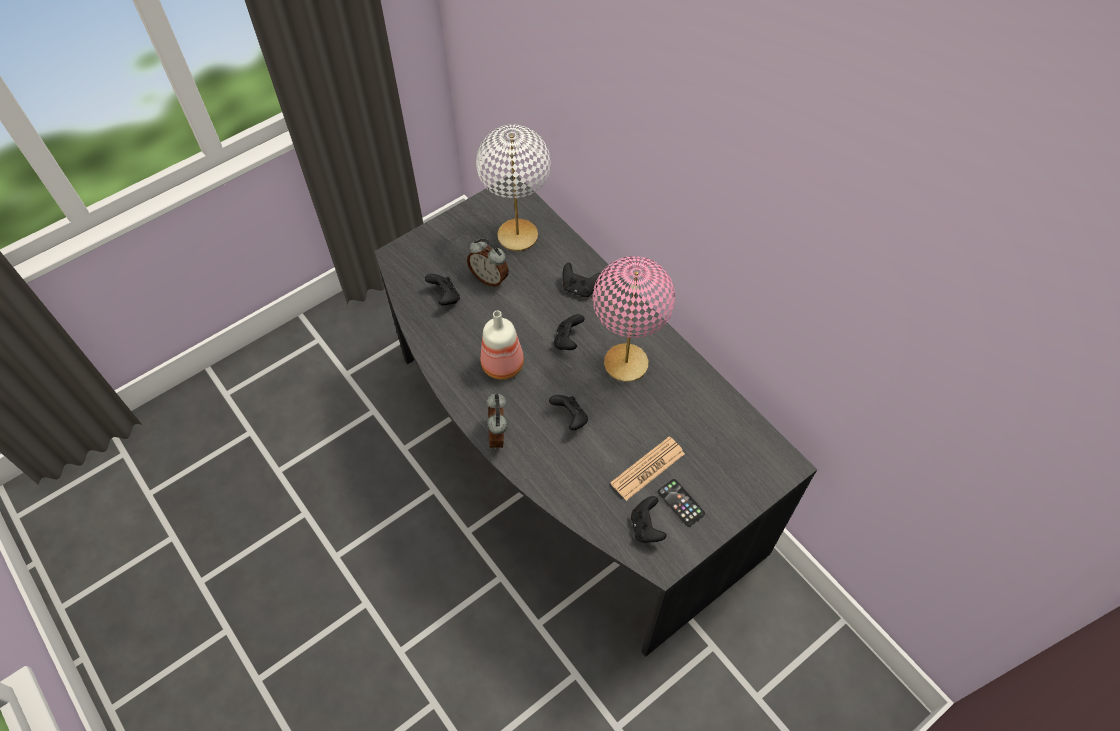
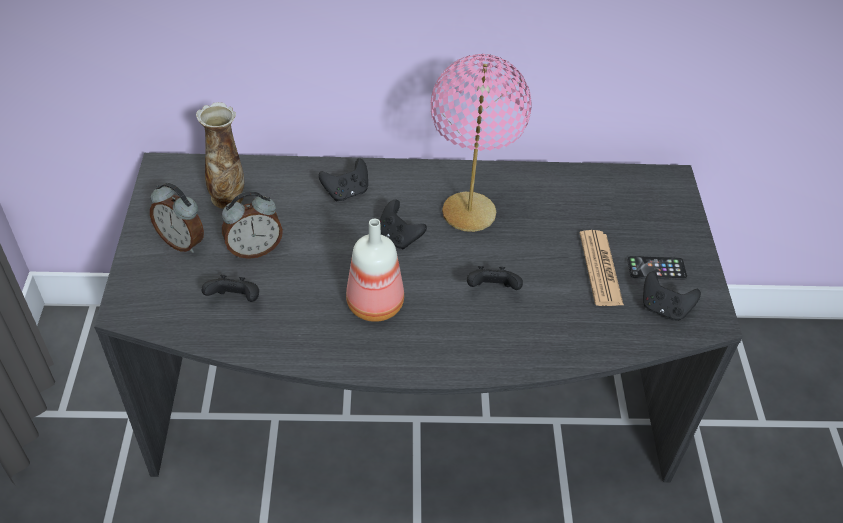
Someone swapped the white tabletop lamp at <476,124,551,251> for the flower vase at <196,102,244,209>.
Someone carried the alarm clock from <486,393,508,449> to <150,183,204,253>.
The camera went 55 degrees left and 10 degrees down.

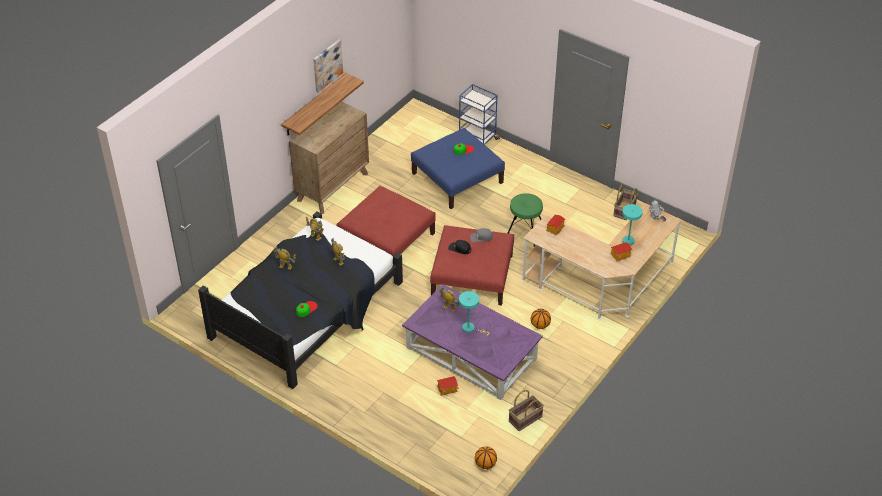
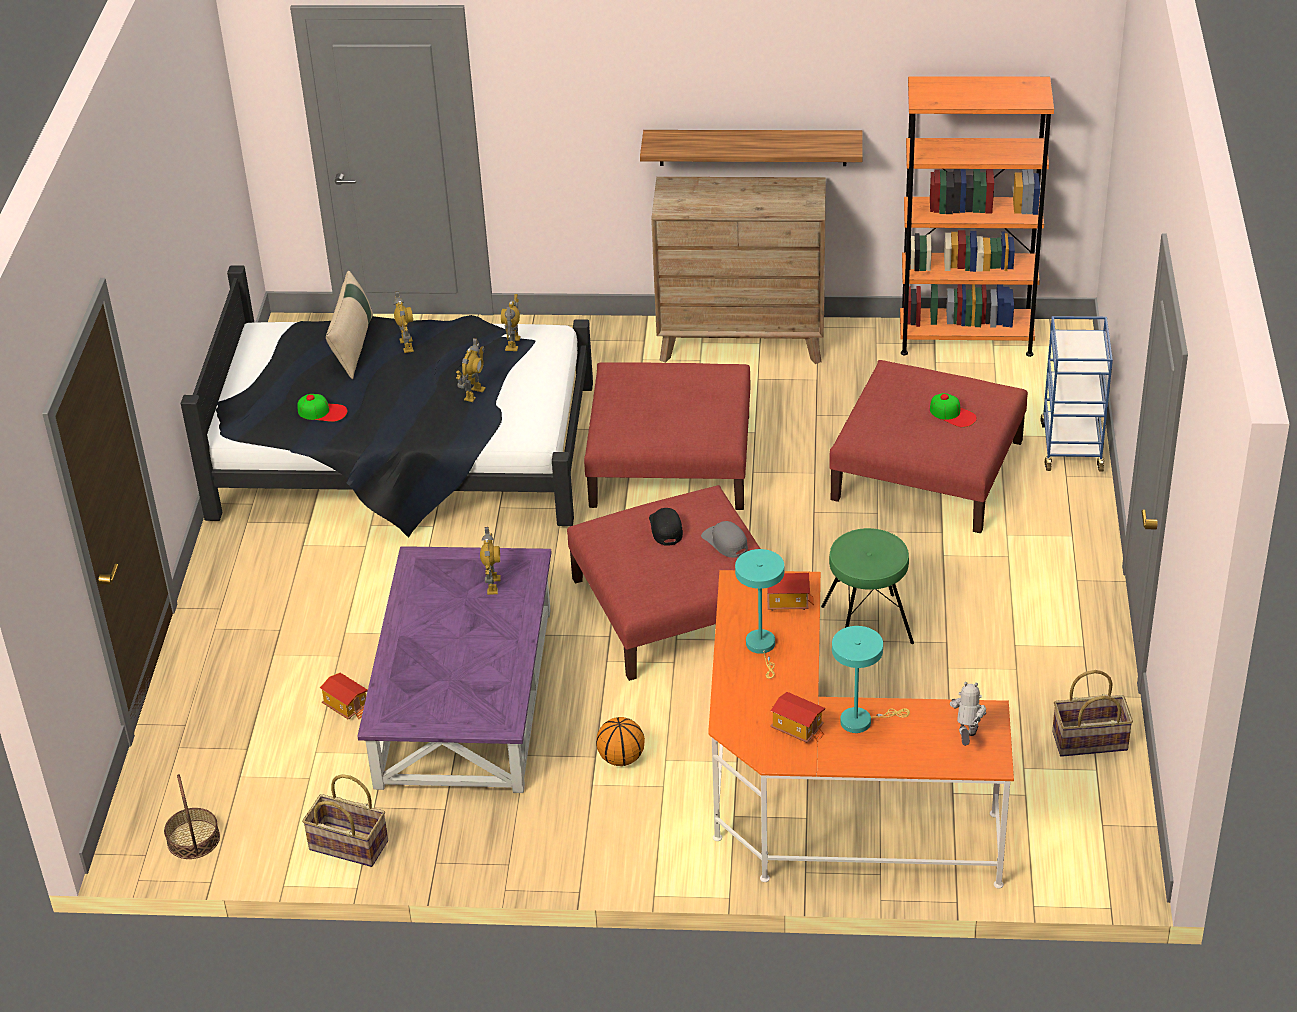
Someone took away the wall picture at <313,39,343,92>.
Someone repainted the bluish ottoman at <411,128,505,209>, which became the red ottoman at <829,360,1028,533>.
Someone repainted the sand-coloured desk table at <522,203,682,320>, which became the orange-coloured desk table at <708,570,1014,888>.
Someone carried the turquoise tabletop lamp from <459,291,489,335> to <735,549,784,679>.
Someone swapped the basketball ball at <475,446,497,469> for the household basket at <164,774,220,859>.
Someone put down the orange-coloured bookcase at <900,77,1054,357>.
Someone put down the sand-coloured throw pillow at <326,271,373,379>.
The camera went 60 degrees right and 5 degrees down.

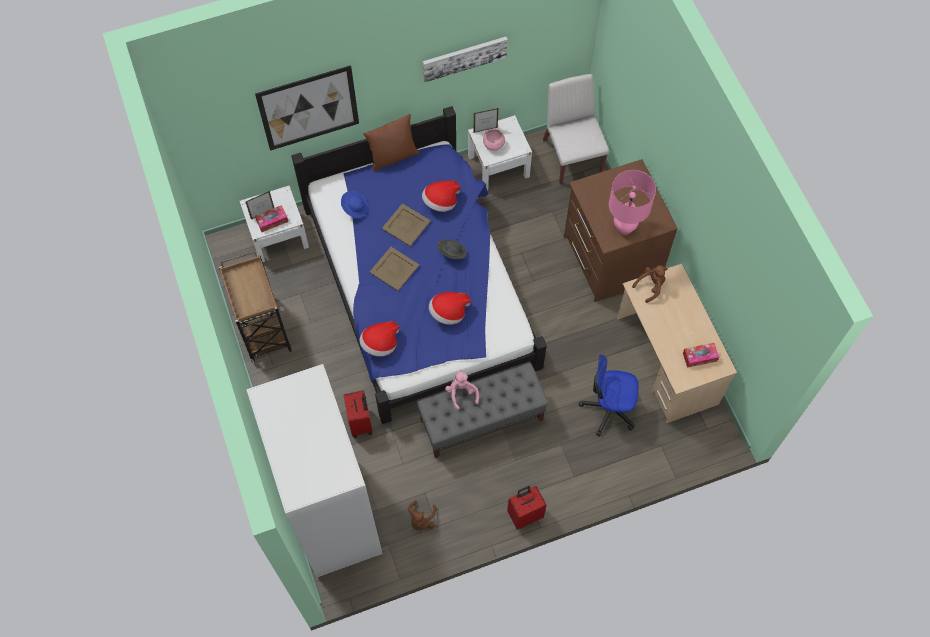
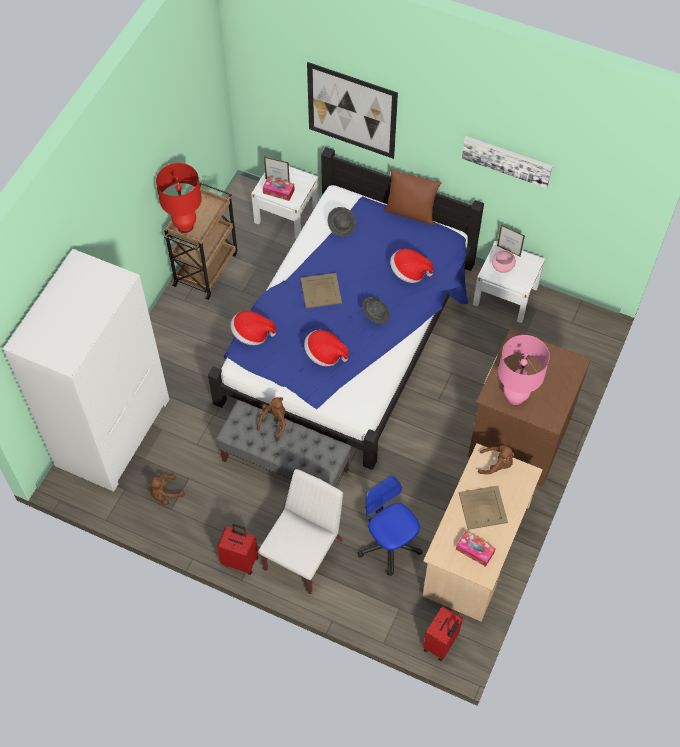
Someone carried the white chair from <543,74,609,184> to <259,469,343,594>.
Someone repainted the bluish clothing hat at <341,191,368,218>, which became the grey clothing hat at <328,207,356,237>.
Someone carried the sand-coloured serving tray from <382,203,431,246> to <459,486,508,530>.
Someone repainted the pinkish cuddly toy at <445,369,479,411>, which became the brown-coloured cuddly toy at <257,397,286,439>.
Someone carried the red travel case from <343,391,372,438> to <423,606,463,661>.
Someone put down the red tabletop lamp at <156,163,202,233>.
The camera went 45 degrees right and 5 degrees down.

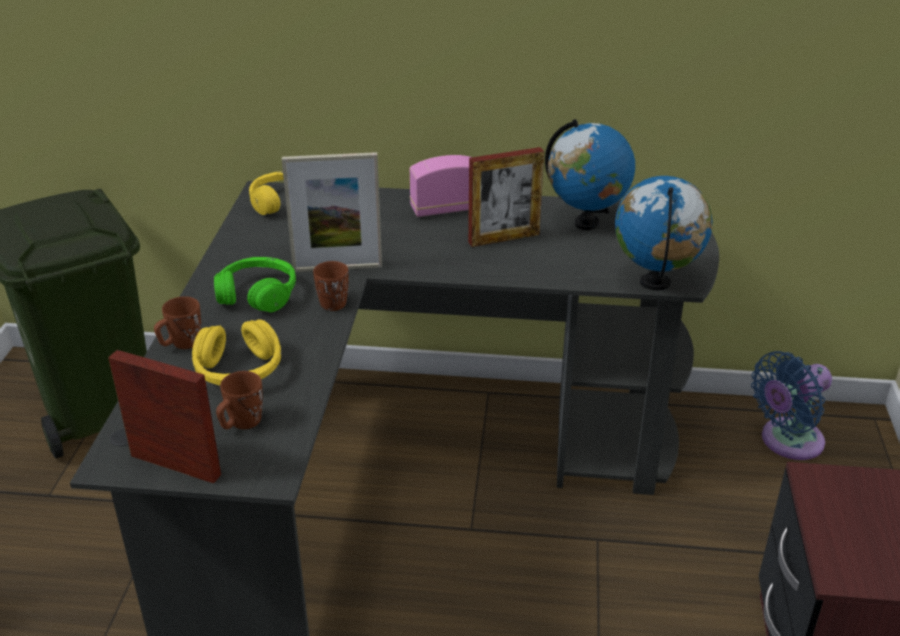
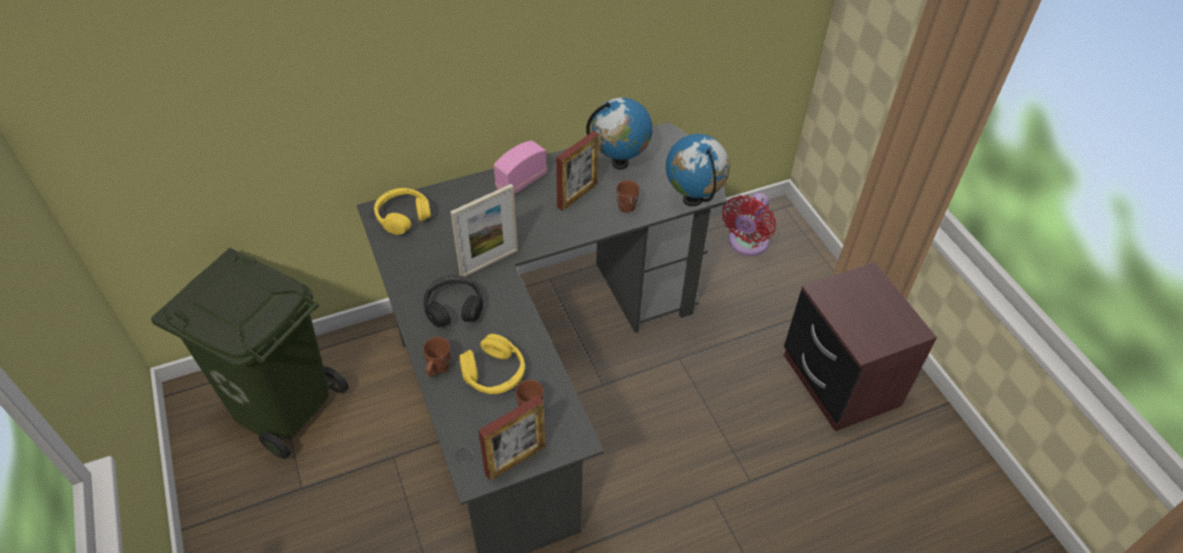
Someone repainted the greenish headset at <214,257,296,312>, which became the black headset at <424,276,483,327>.
Someone carried the brown-coloured tea mug from <313,261,349,311> to <617,180,639,213>.
Someone rotated the standing frame at <108,350,221,483> by 150 degrees clockwise.
Someone repainted the bluish fan at <751,351,832,460>, which became the red fan at <722,193,776,256>.
The camera went 30 degrees left and 15 degrees up.

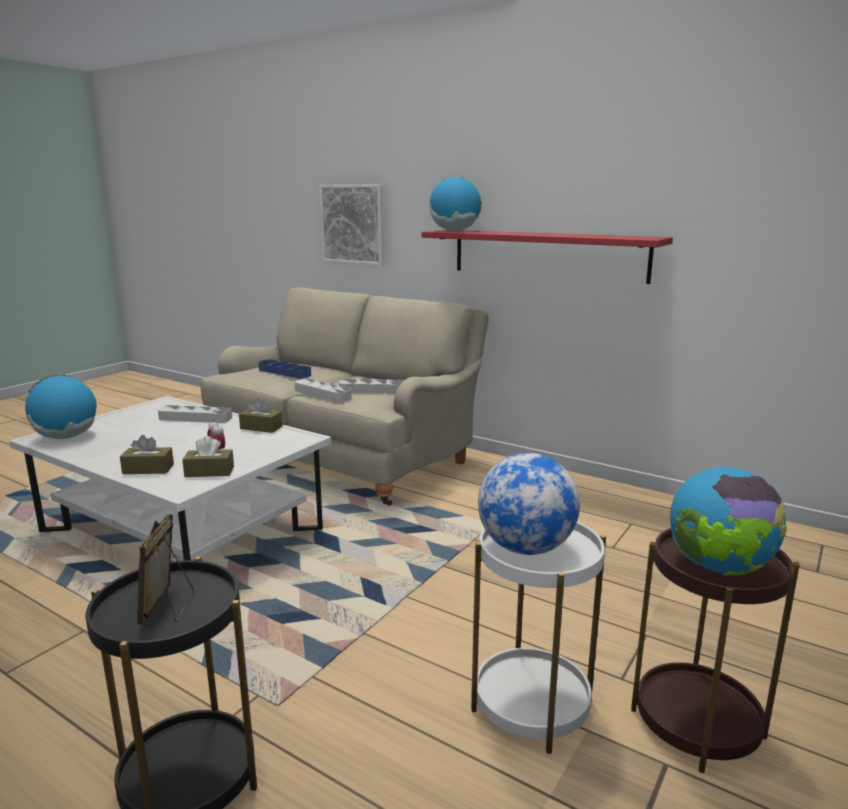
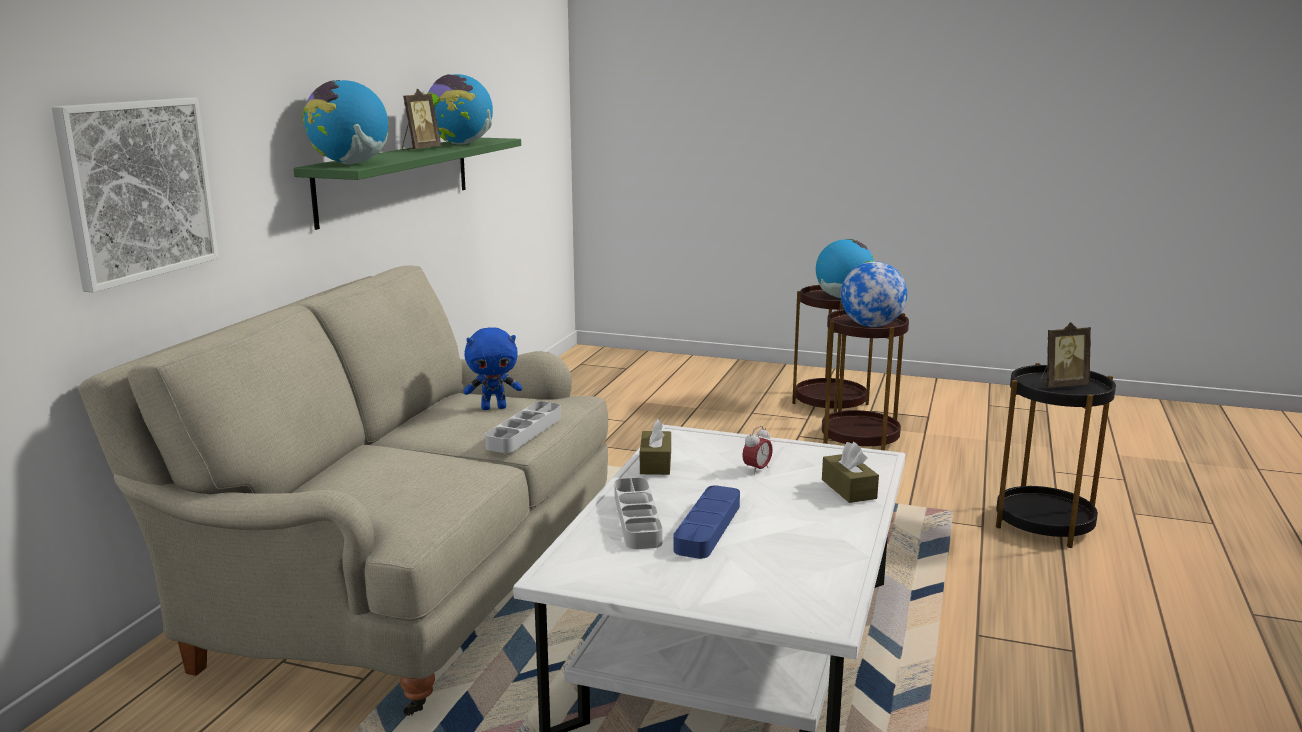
Someone repainted the red bracket shelf at <422,230,673,284>, which became the greenish bracket shelf at <293,138,521,230>.
Someone carried the bluish serving tray from <258,359,311,379> to <673,485,740,559>.
Someone carried the world globe from <25,375,97,439> to <427,74,493,145>.
Someone swapped the grey serving tray at <339,379,404,393> for the bluish cuddly toy at <464,327,522,410>.
Someone took away the brown-coloured box of tissues at <182,436,234,477>.
Someone repainted the white accent table at <471,521,606,754>, which became the brown-coloured accent table at <822,309,909,451>.
Someone put down the standing frame at <402,88,441,150>.
The camera went 105 degrees left and 0 degrees up.

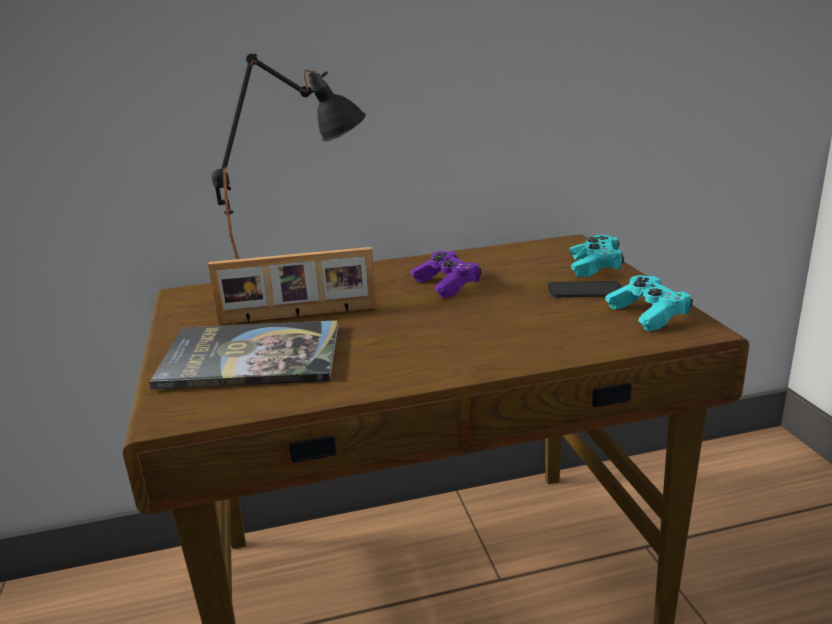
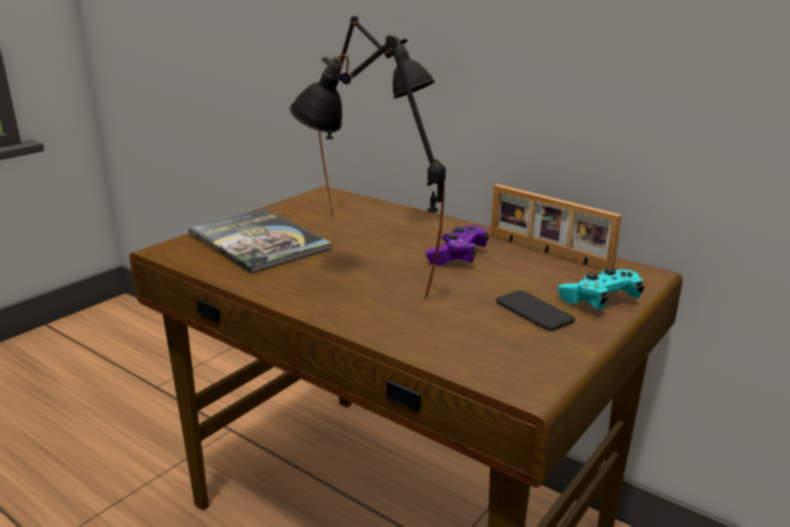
Someone carried the standing frame from <208,247,377,324> to <491,184,622,270>.
Someone took away the turquoise gamepad at <605,275,693,331>.
Someone put down the black tabletop lamp at <290,36,446,298>.
The camera went 50 degrees right and 0 degrees up.

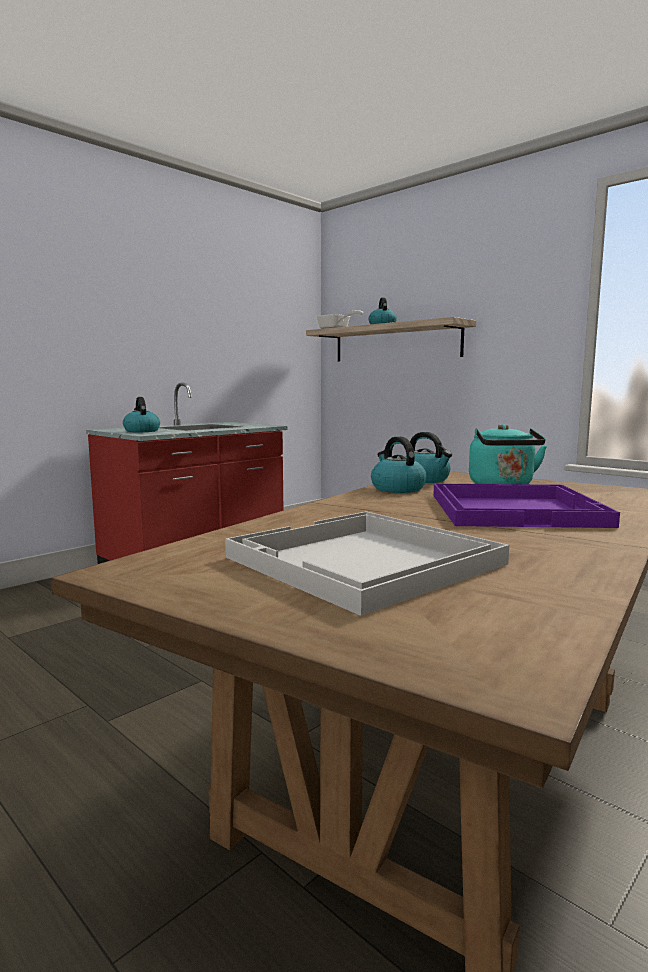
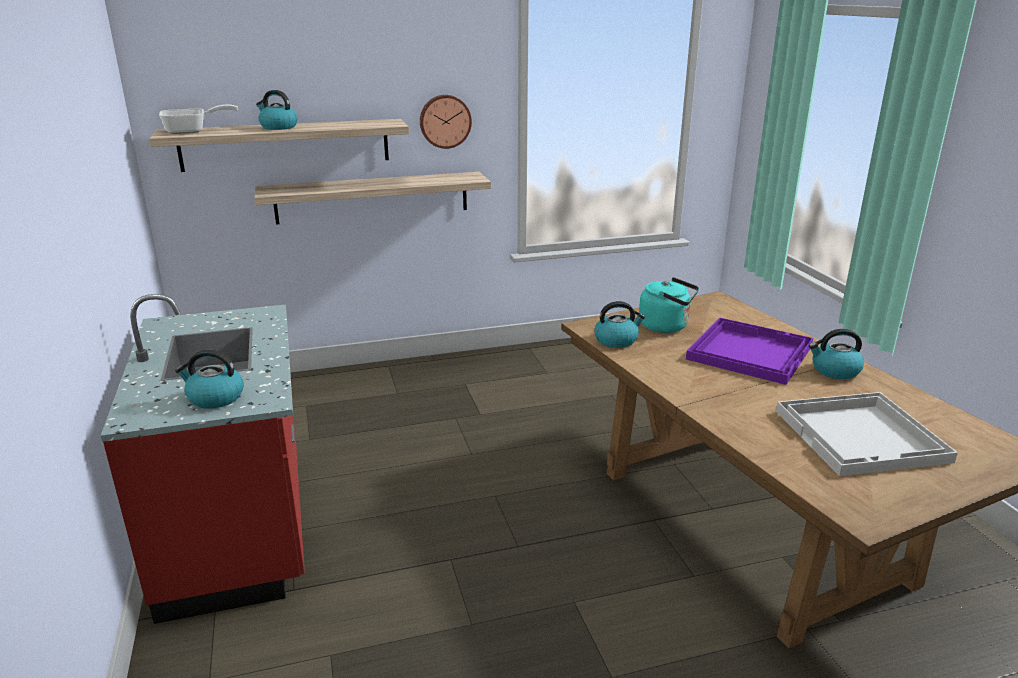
Someone carried the water kettle from <371,436,427,493> to <809,329,864,379>.
Someone put up the clock on the wall at <420,95,472,149>.
Someone put up the bracket shelf at <254,172,491,224>.
The camera went 60 degrees left and 15 degrees up.

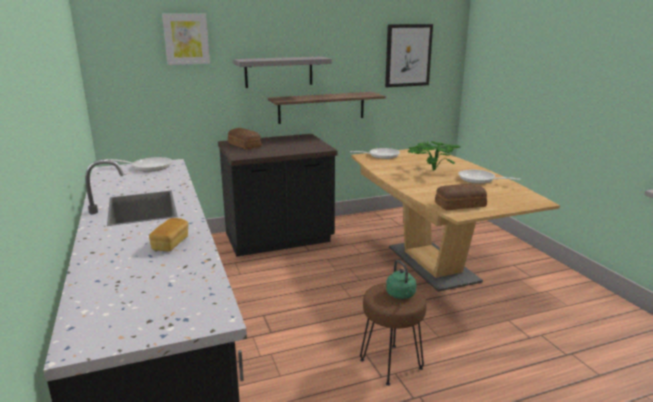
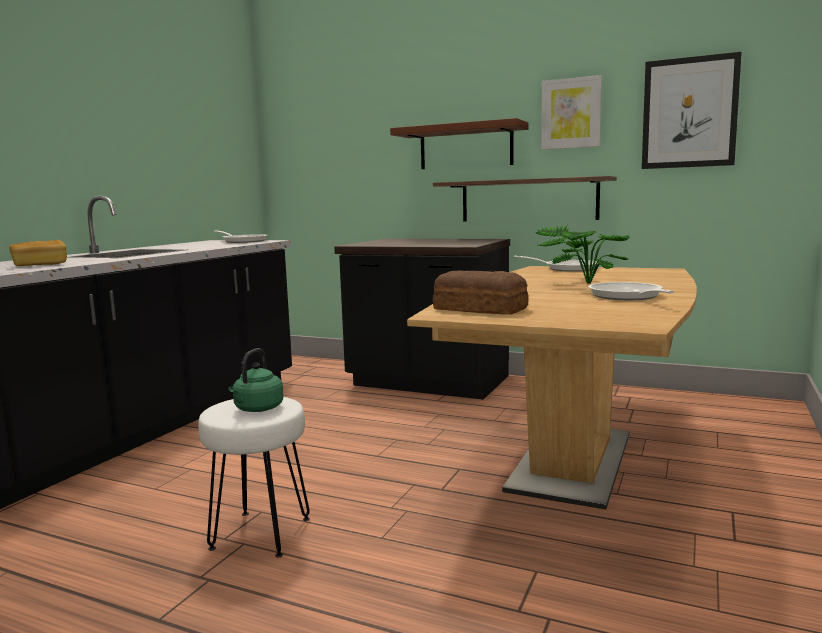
Someone carried the wall picture from <162,14,210,65> to <541,75,602,150>.
Someone repainted the grey bracket shelf at <233,57,332,88>, which became the brown-coloured bracket shelf at <390,118,528,169>.
Someone took away the bread at <228,128,261,149>.
Someone repainted the brown-coloured stool seat at <360,283,427,386>, which became the white stool seat at <198,397,310,558>.
The camera went 45 degrees right and 10 degrees down.

